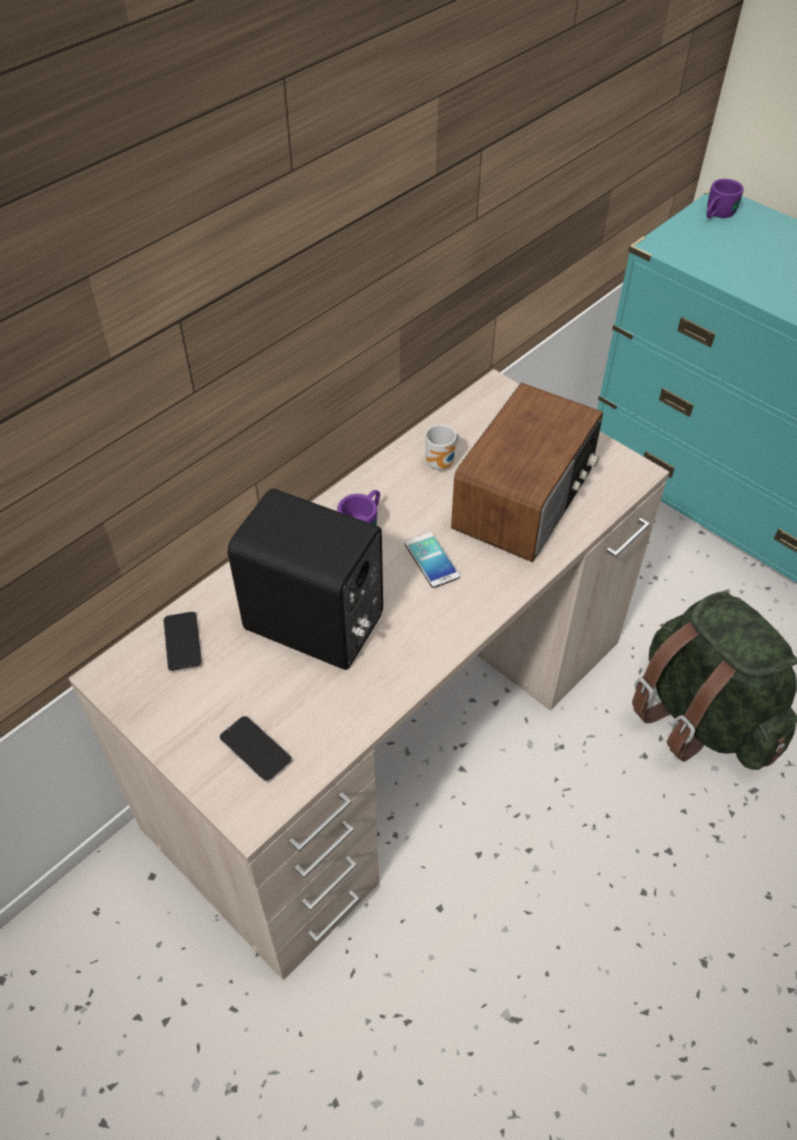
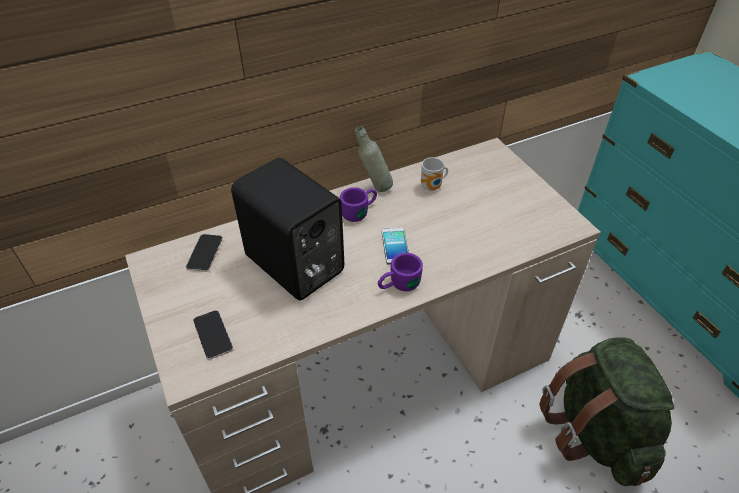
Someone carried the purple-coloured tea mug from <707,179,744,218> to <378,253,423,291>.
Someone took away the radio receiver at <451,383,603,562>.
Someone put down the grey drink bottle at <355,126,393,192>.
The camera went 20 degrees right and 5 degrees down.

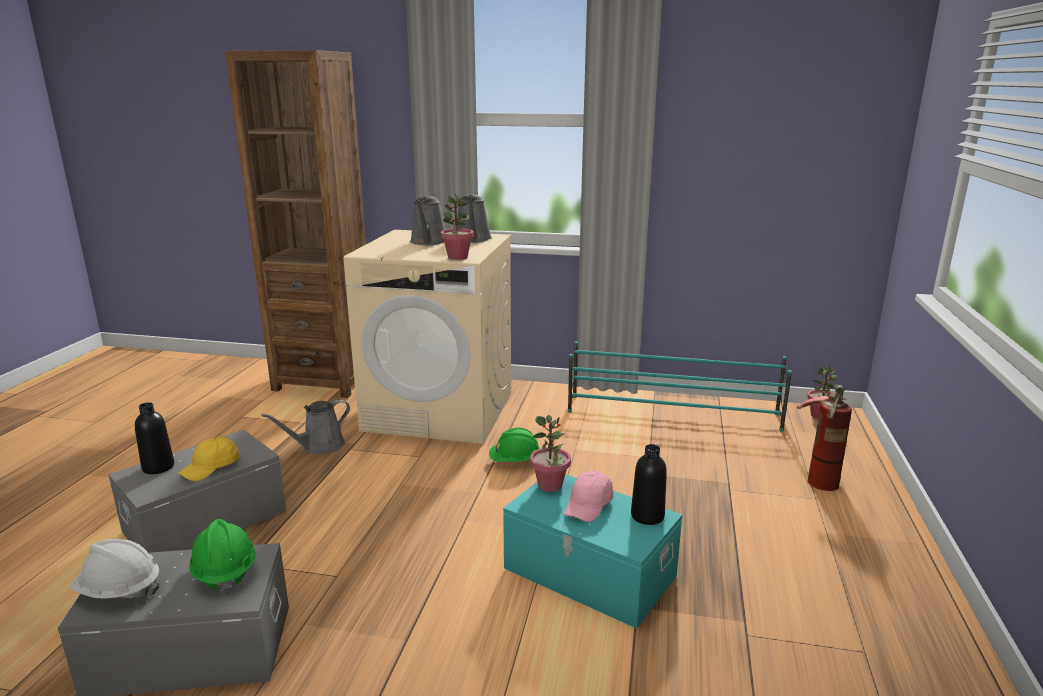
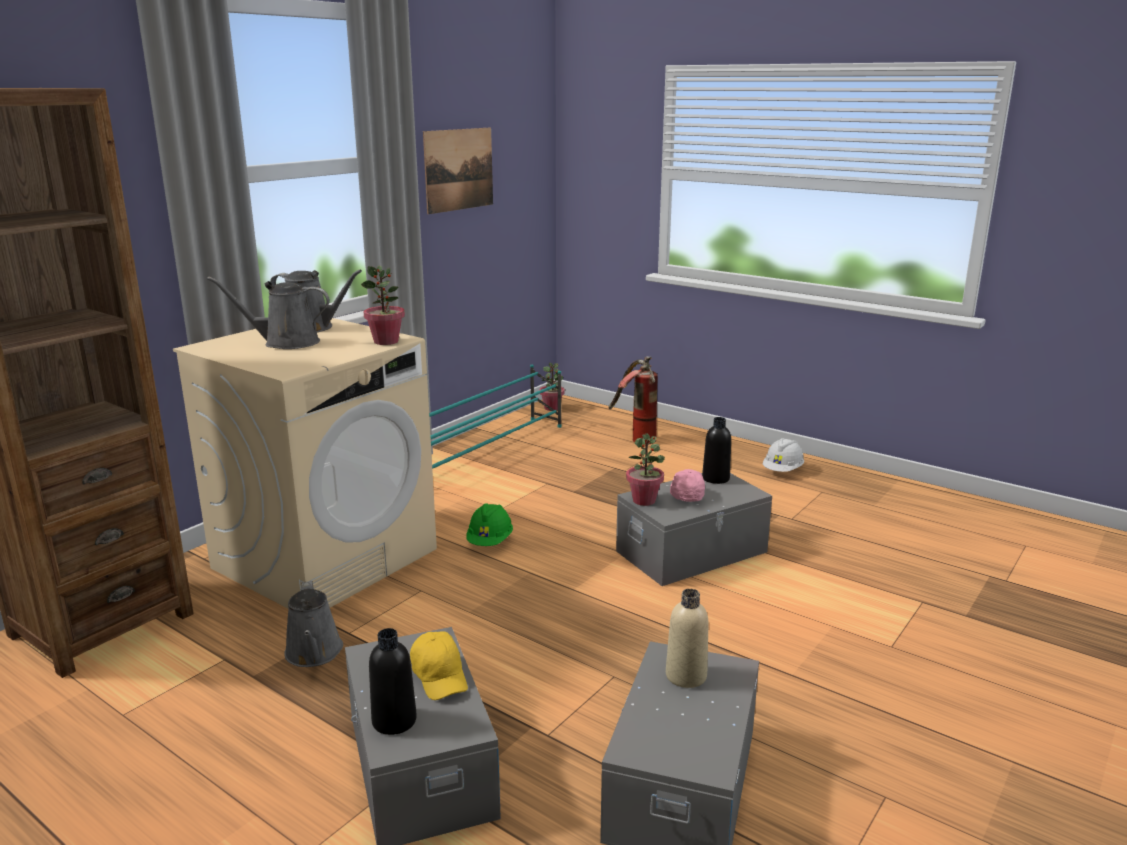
Someone rotated the grey sprinkling can at <410,196,446,245> by 150 degrees clockwise.
Someone rotated the pinkish peaked cap at <564,471,613,522> by 135 degrees counterclockwise.
Someone repainted the turquoise storage bin at <503,474,682,628>, which became the grey storage bin at <616,473,772,586>.
Someone swapped the greenish hard hat at <189,519,256,594> for the sand-coloured drink bottle at <666,589,709,688>.
Someone carried the white hard hat from <70,539,159,599> to <763,438,804,472>.
Someone put up the wall picture at <423,128,493,214>.
The camera went 65 degrees left and 0 degrees up.

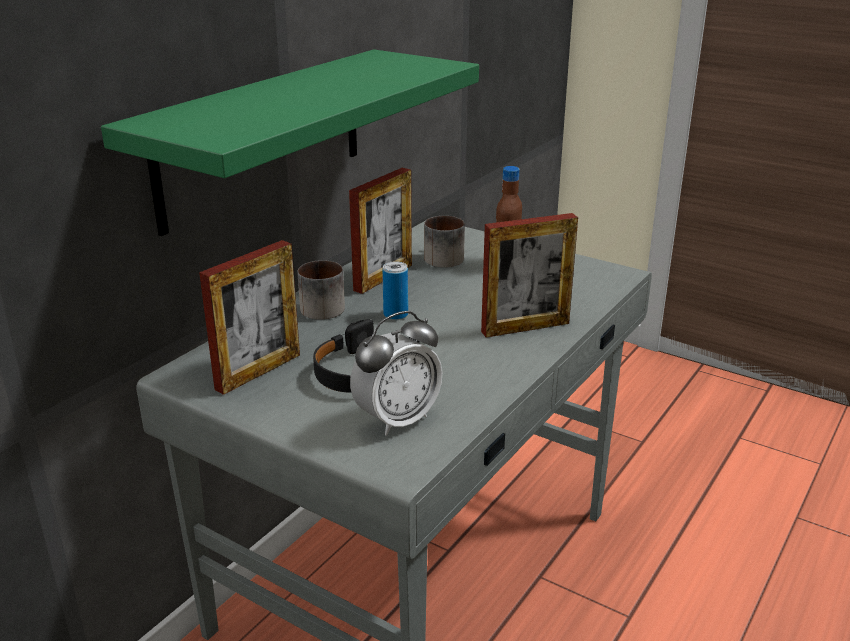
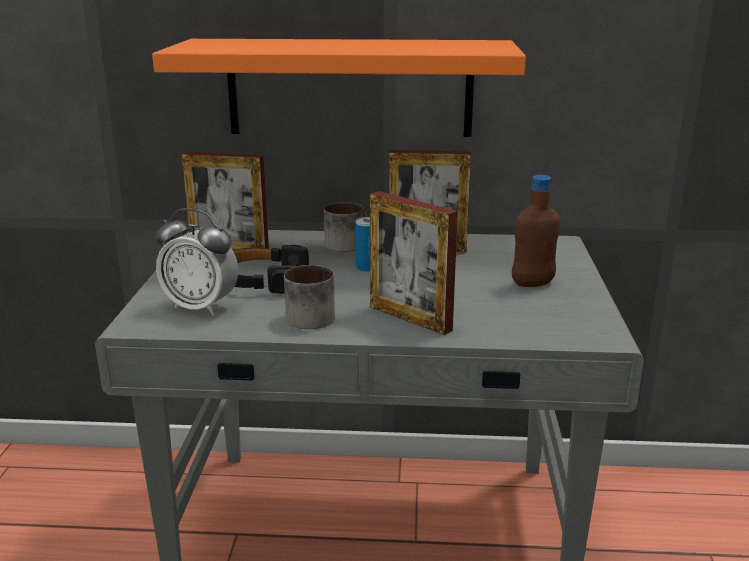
Someone repainted the greenish bracket shelf at <101,50,479,236>, which became the orange-coloured bracket shelf at <152,39,526,137>.
Someone carried the tea mug from <424,216,465,267> to <284,265,335,329>.
The camera went 60 degrees right and 5 degrees down.

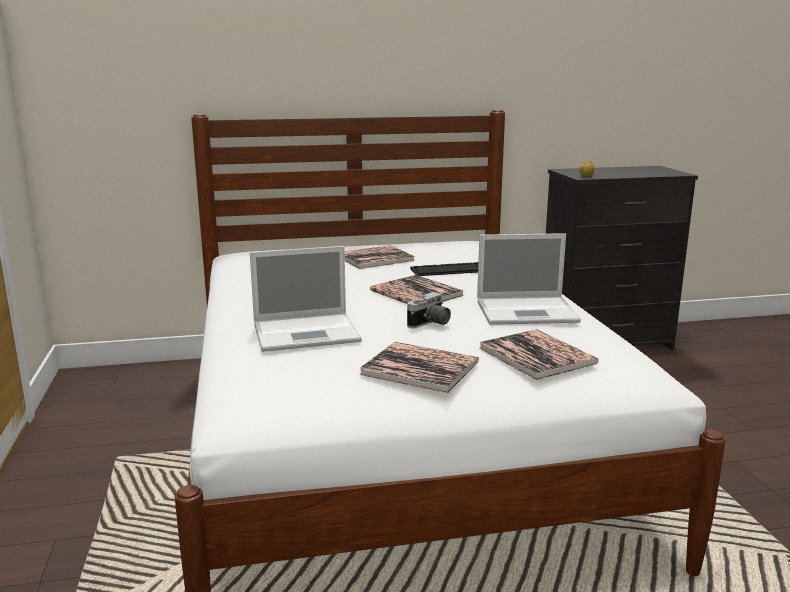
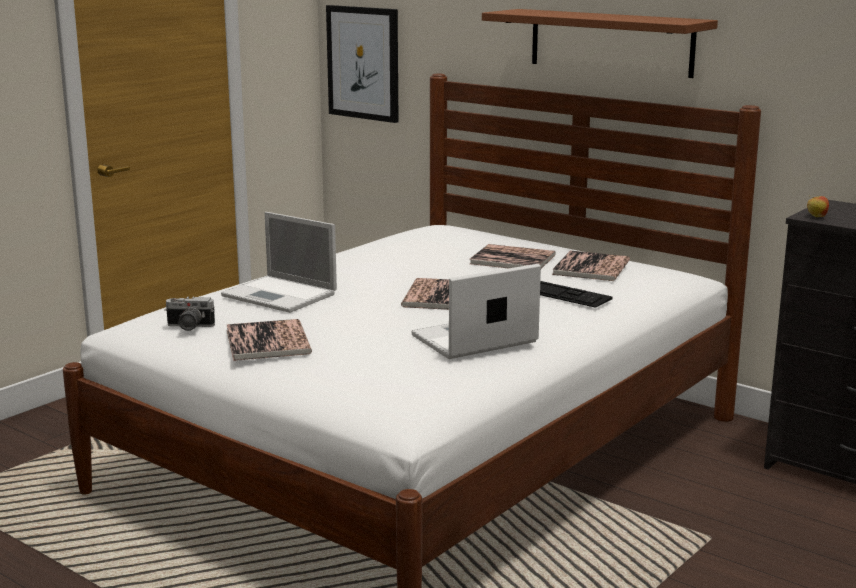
Someone rotated the laptop at <477,233,581,325> by 105 degrees clockwise.
Someone carried the still camera from <407,292,451,328> to <164,297,215,331>.
Someone carried the volume from <479,329,599,380> to <552,251,630,281>.
Someone put up the wall picture at <326,5,399,123>.
Someone put up the brown-coloured bracket shelf at <482,9,718,78>.
The camera went 50 degrees right and 0 degrees up.

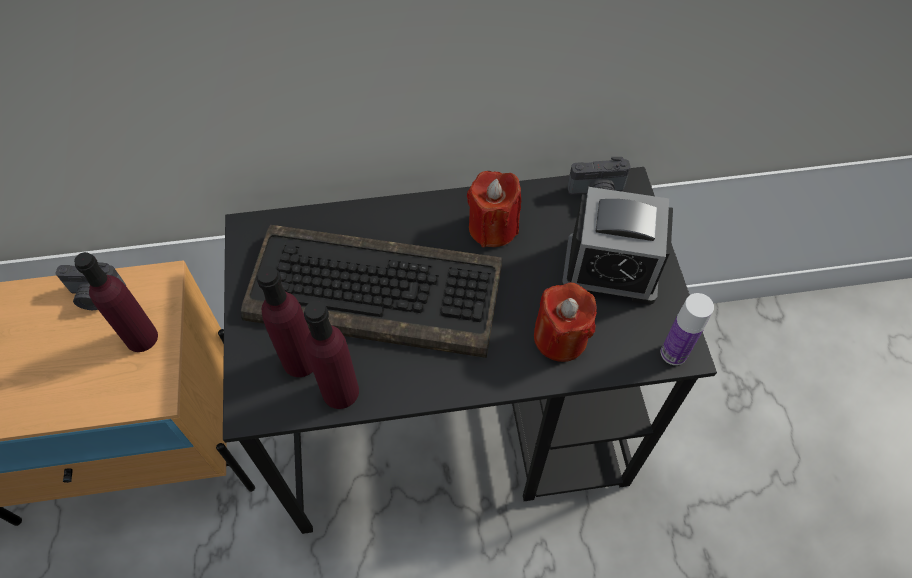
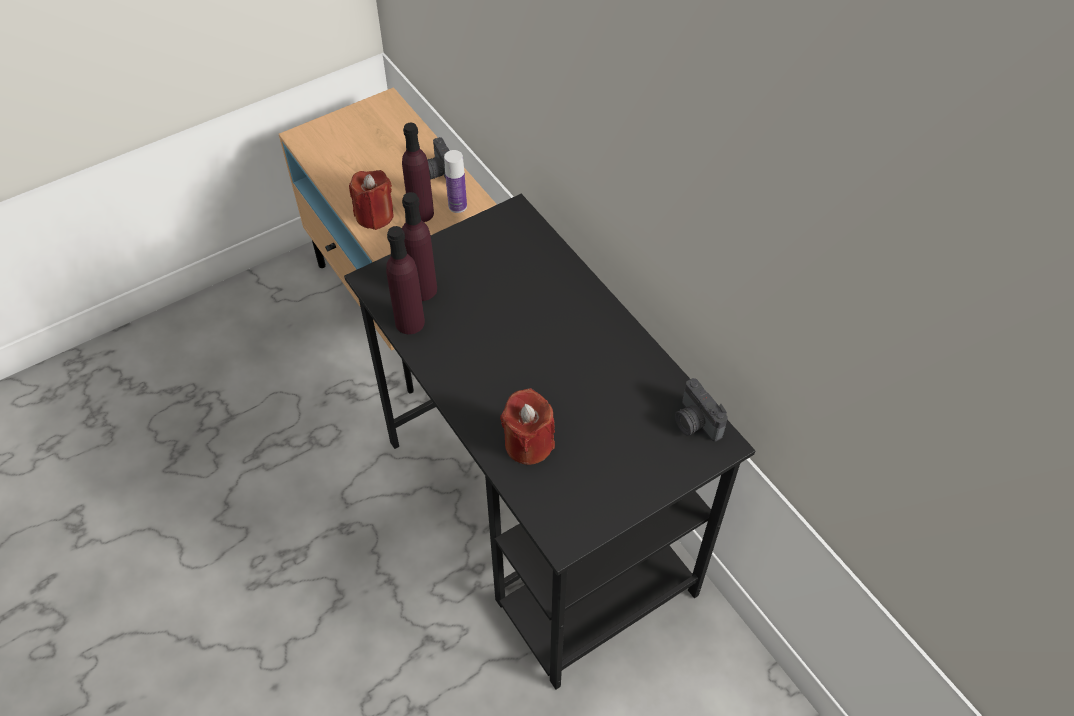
Someone carried the red wax candle from <467,171,521,247> to <349,170,393,230>.
Someone took away the alarm clock at <562,187,673,305>.
Someone took away the PC keyboard at <241,225,503,358>.
Someone carried the drink bottle from <661,293,714,365> to <444,150,467,213>.
The camera went 65 degrees right and 5 degrees down.

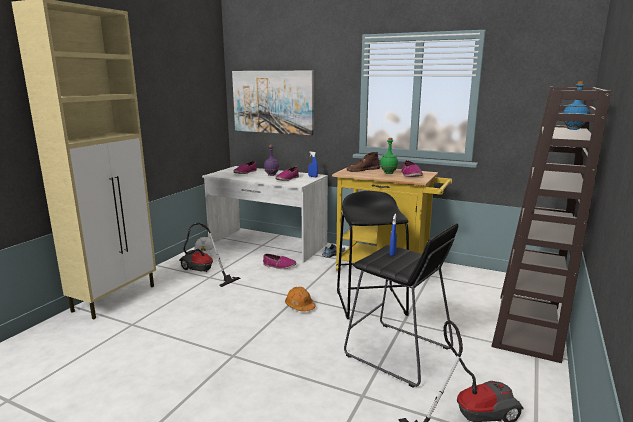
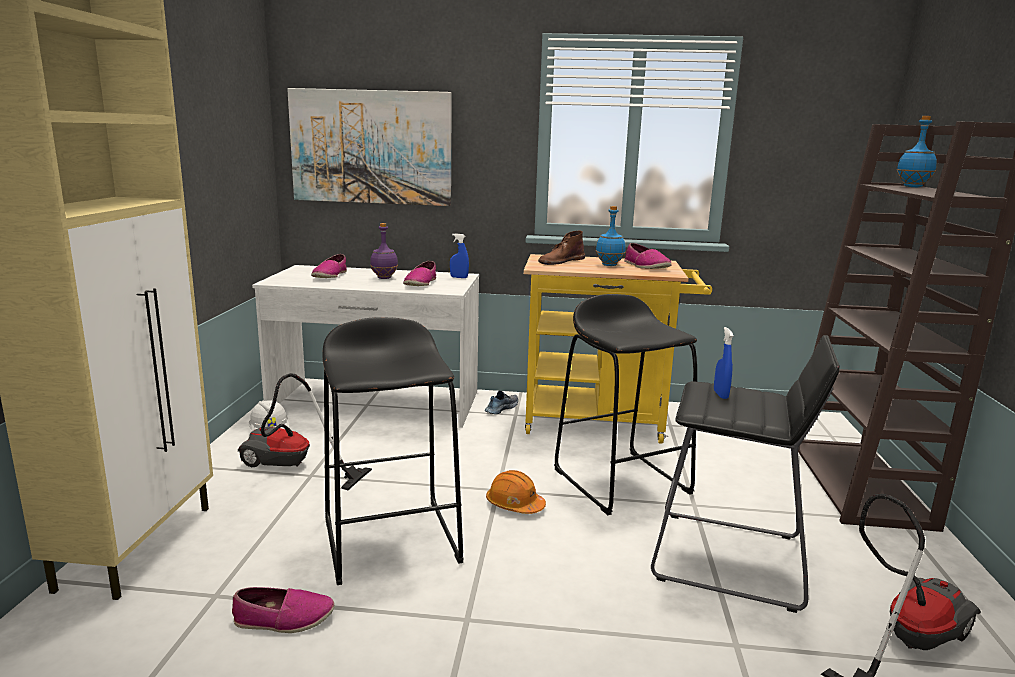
Someone repainted the greenish drink bottle at <380,138,398,174>, which became the bluish drink bottle at <596,206,626,266>.
Someone carried the low shoe from <263,254,297,269> to <232,587,335,633>.
Someone put down the black stool seat at <322,317,464,585>.
The camera went 20 degrees left and 0 degrees up.

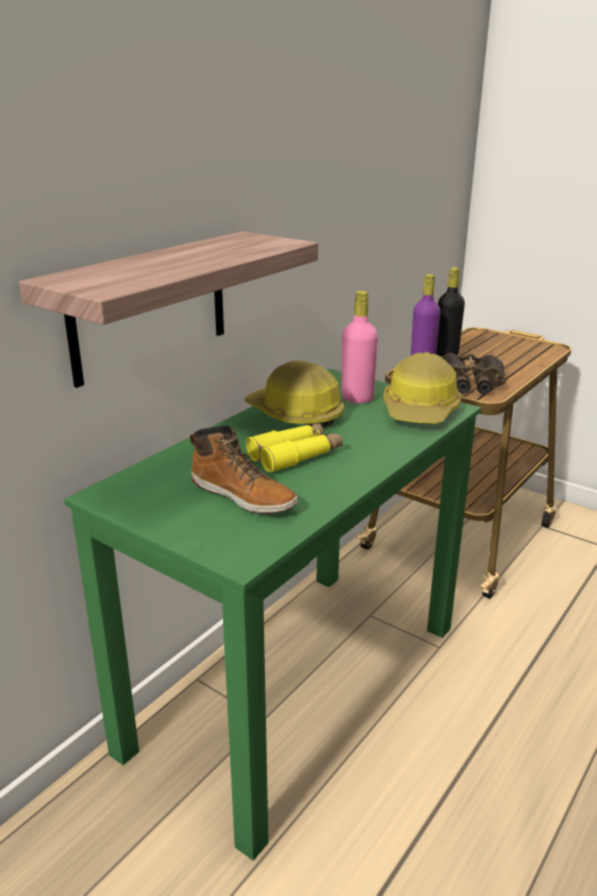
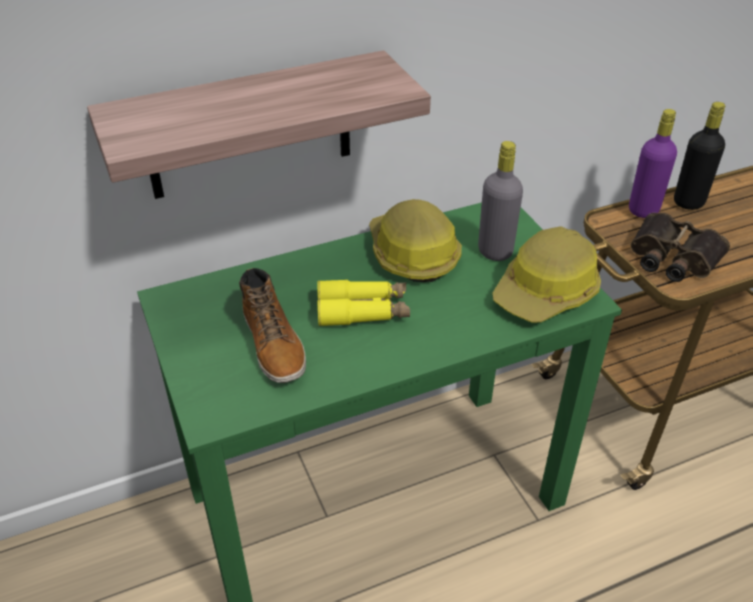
Someone repainted the pinkish drink bottle at <341,291,378,403>, which became the grey drink bottle at <478,141,523,261>.
The camera went 30 degrees right and 15 degrees up.

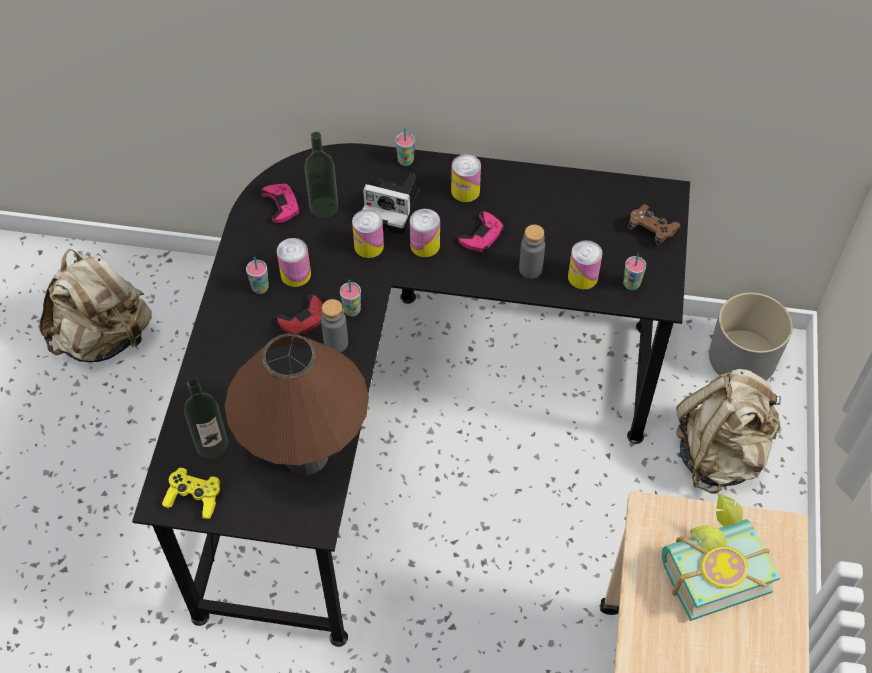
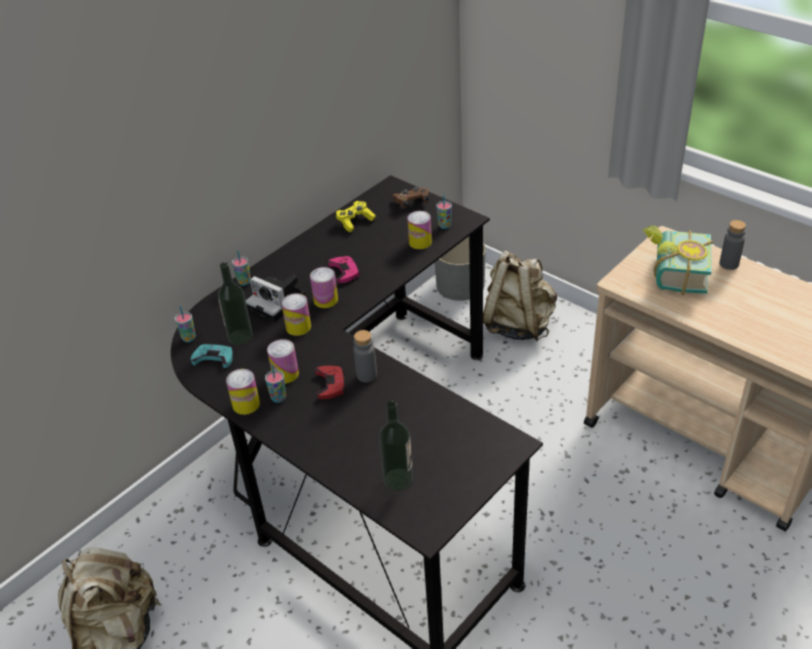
Someone carried the sealed can from <451,154,481,202> to <226,369,260,415>.
Someone rotated the still camera at <362,174,421,235> by 75 degrees clockwise.
Someone repainted the pinkish gamepad at <261,184,301,223>, which became the turquoise gamepad at <191,344,233,368>.
Someone carried the grey drink bottle from <519,225,545,279> to <720,220,746,270>.
Someone carried the drinking cup from <340,280,361,317> to <174,306,196,342>.
Someone took away the brown-coloured tabletop lamp at <225,333,369,475>.
Someone carried the yellowish gamepad from <162,468,220,519> to <335,201,376,232>.
The camera went 55 degrees left and 15 degrees down.

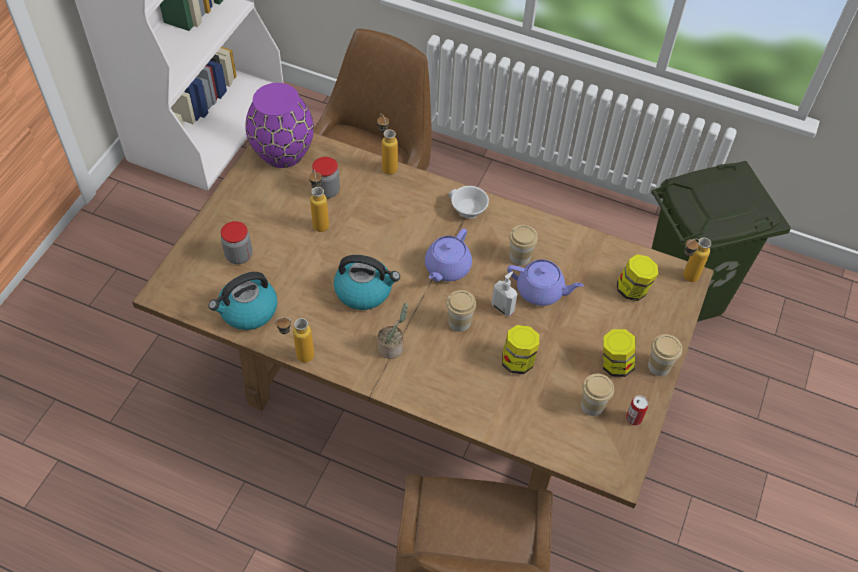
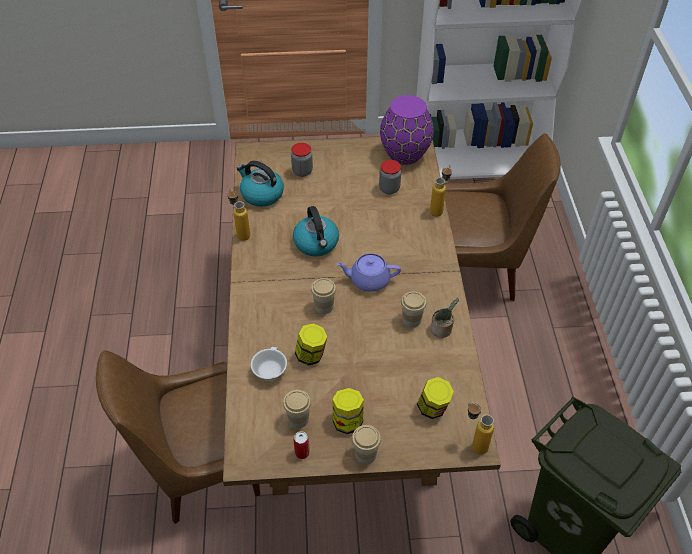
Someone took away the drink bottle at <309,169,329,232>.
Someone carried the white drinking cup from <448,186,489,219> to <251,347,287,381>.
Someone took away the purple-coloured pot for tea at <507,259,584,306>.
Someone took away the soap dispenser at <492,271,517,316>.
Someone carried the plant in a pot from <378,303,408,359> to <431,298,459,338>.
The camera went 65 degrees right and 5 degrees down.

